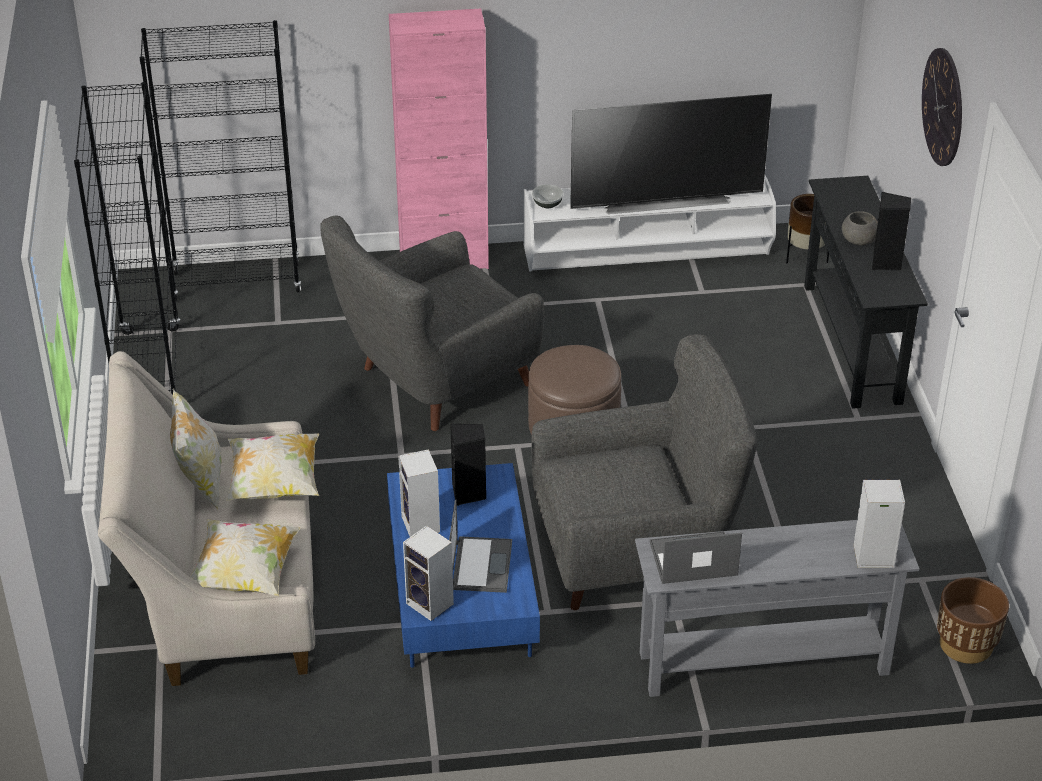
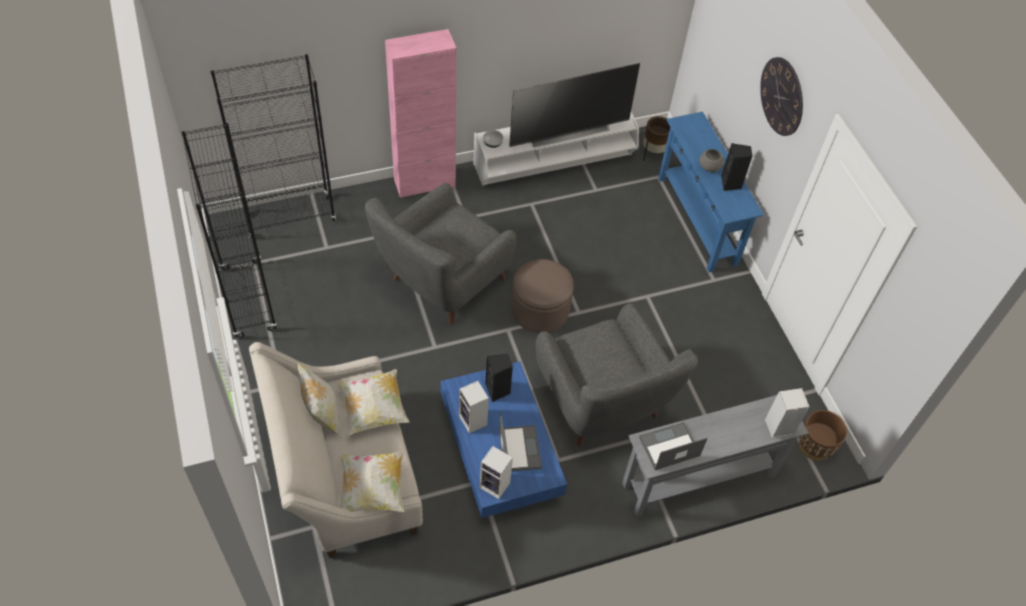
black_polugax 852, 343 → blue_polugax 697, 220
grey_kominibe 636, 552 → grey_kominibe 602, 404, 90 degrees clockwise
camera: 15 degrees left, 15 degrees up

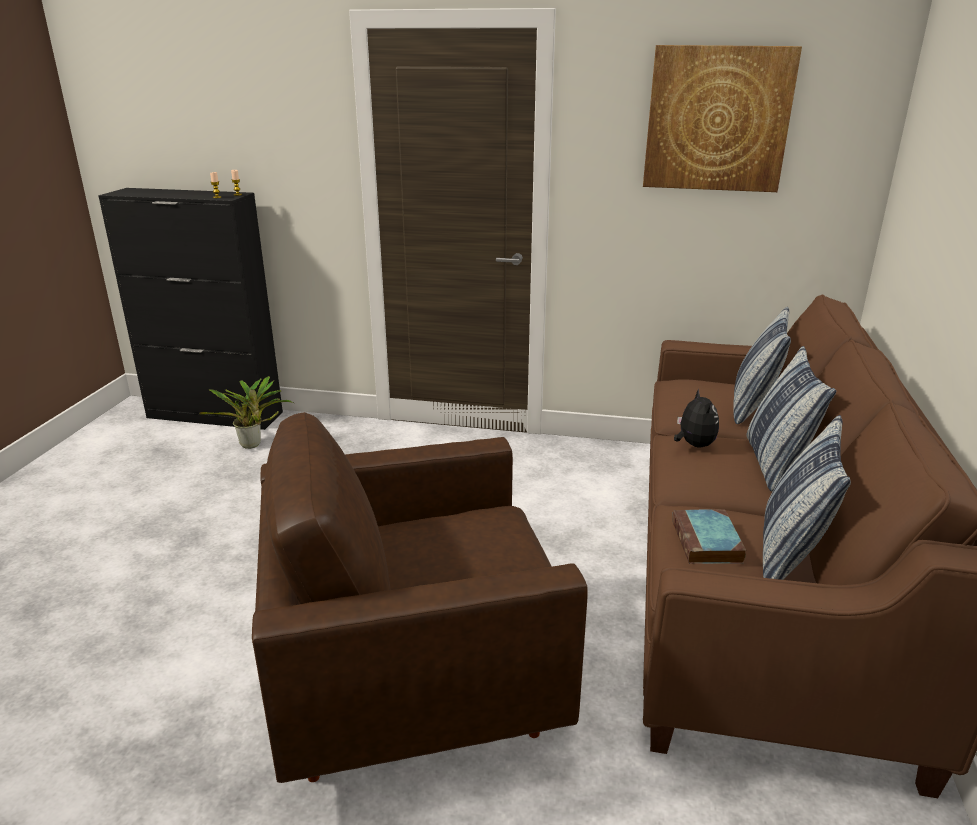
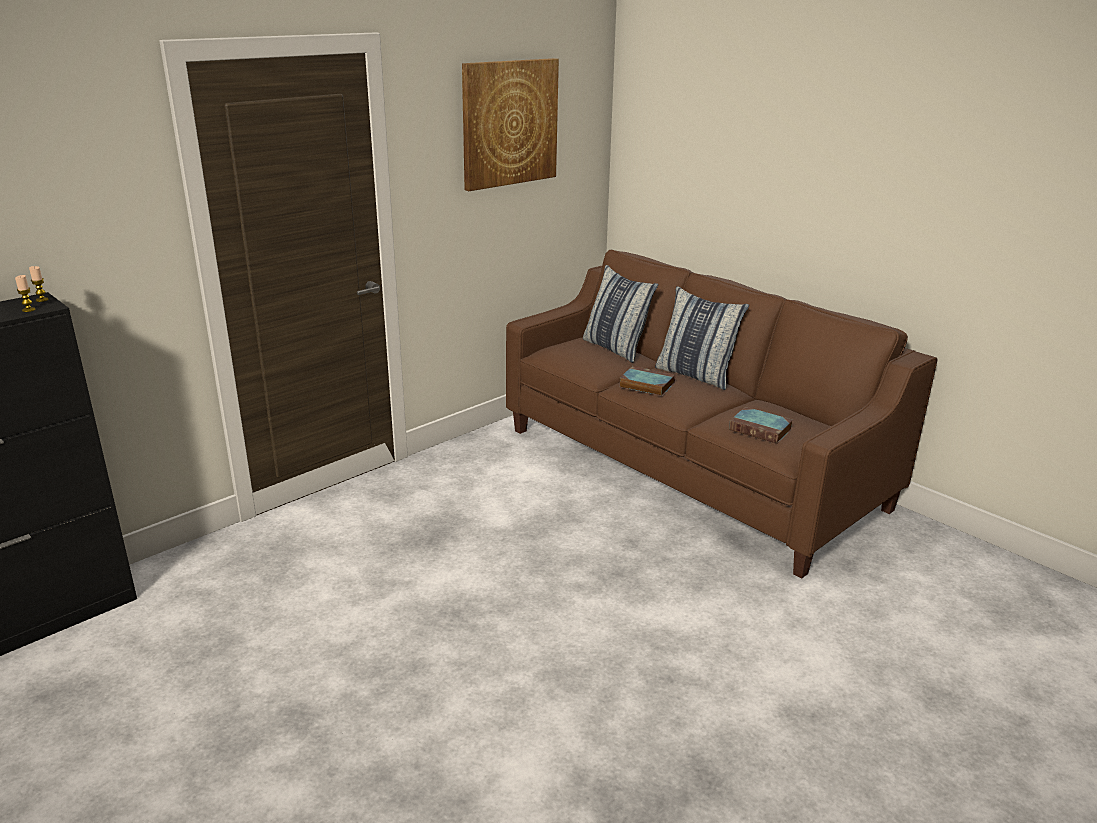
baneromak 253, 445 → -
brown_kominibe 416, 683 → -
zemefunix 790, 554 → -
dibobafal 694, 445 → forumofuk 645, 385
camera: 55 degrees left, 0 degrees up

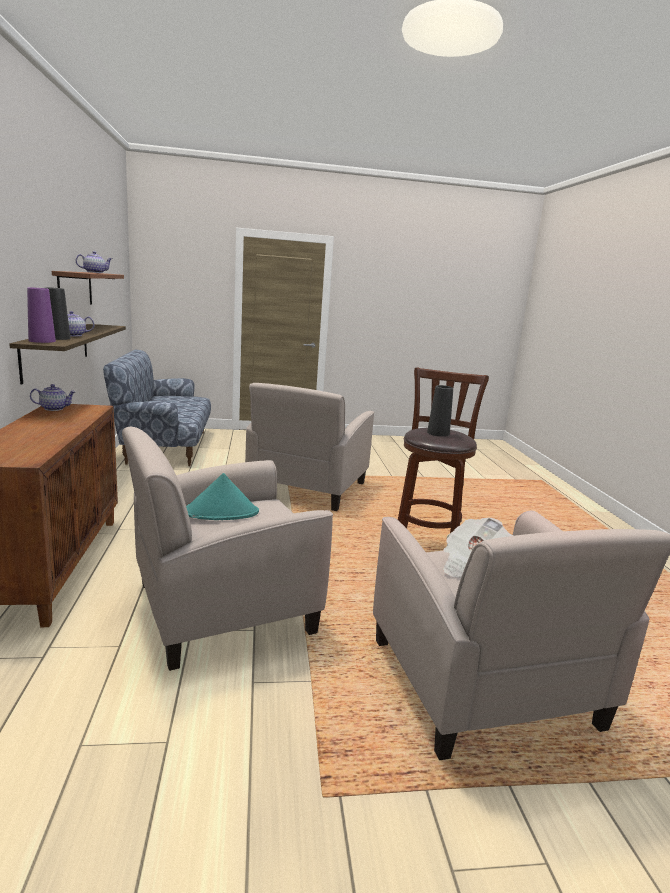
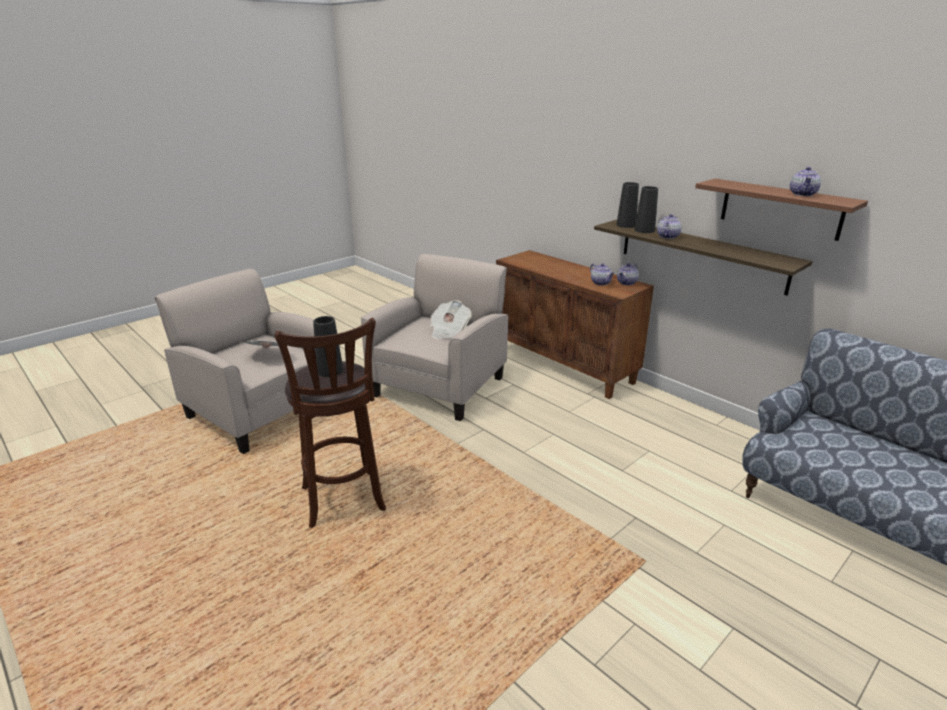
beige_kominibe 308, 489 → -
- → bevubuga 601, 283
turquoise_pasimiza 221, 512 → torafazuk 449, 331
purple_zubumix 42, 341 → black_zubumix 626, 225
camera: 145 degrees right, 10 degrees up

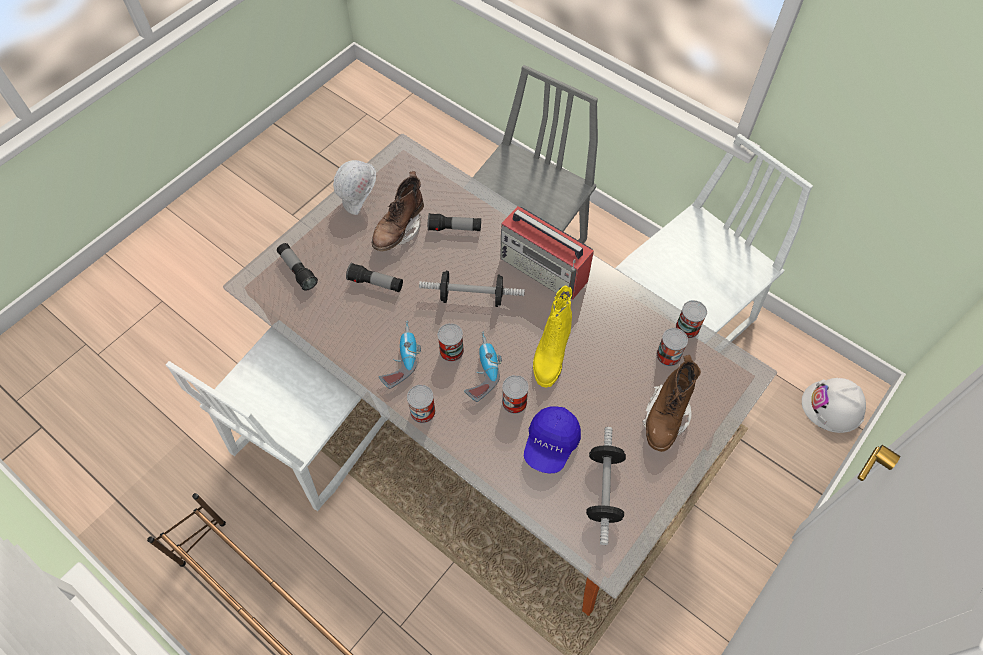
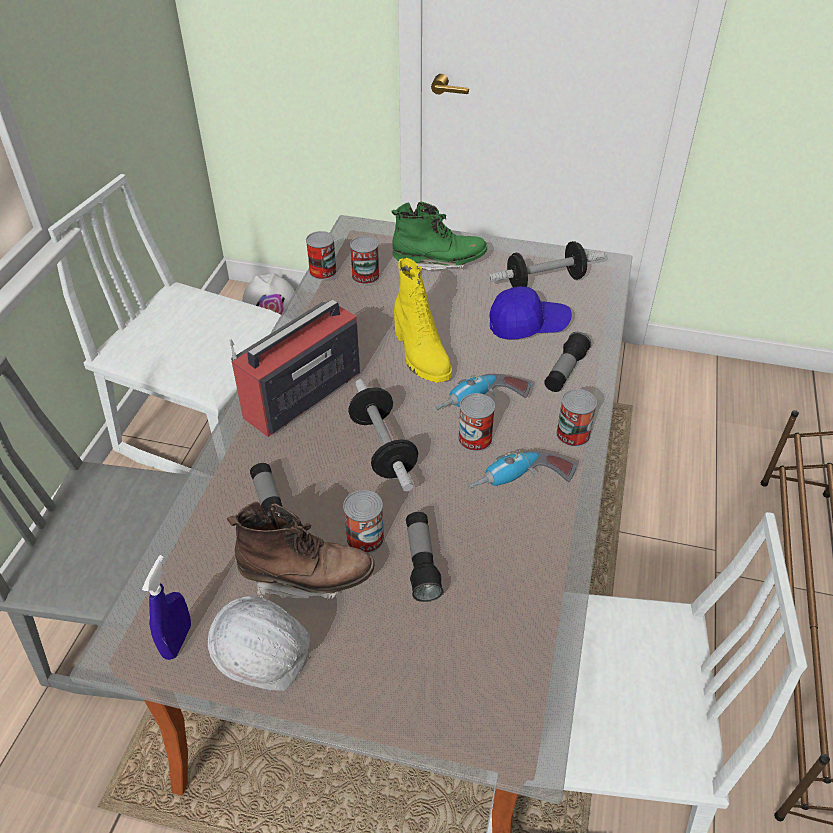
- → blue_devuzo 177, 641
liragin 298, 270 → liragin 565, 371, move
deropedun 514, 402 → deropedun 365, 538, move
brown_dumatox 666, 417 → green_dumatox 438, 263
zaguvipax 544, 269 → zaguvipax 300, 395, 150 degrees counterclockwise
yellow_dumatox 550, 353 → yellow_dumatox 420, 356, 75 degrees clockwise
camera: 115 degrees left, 15 degrees down

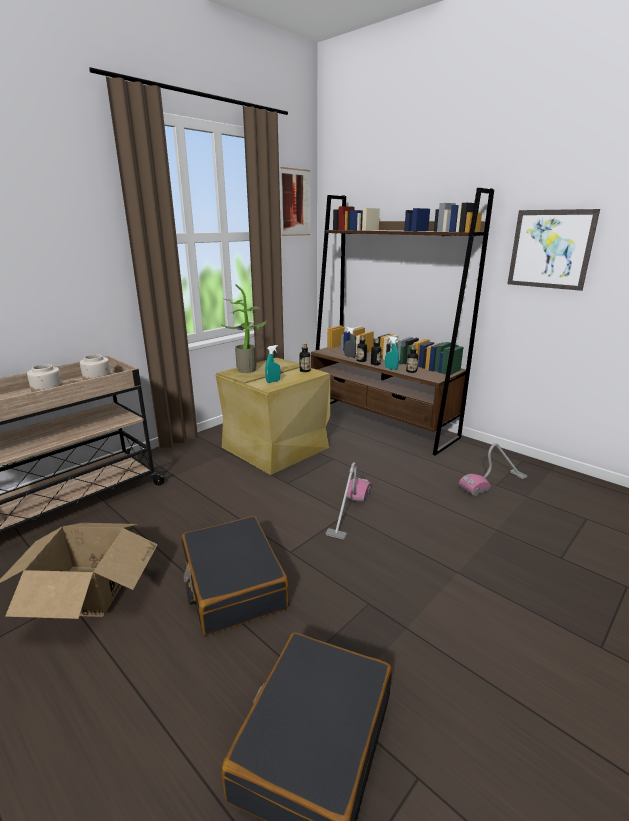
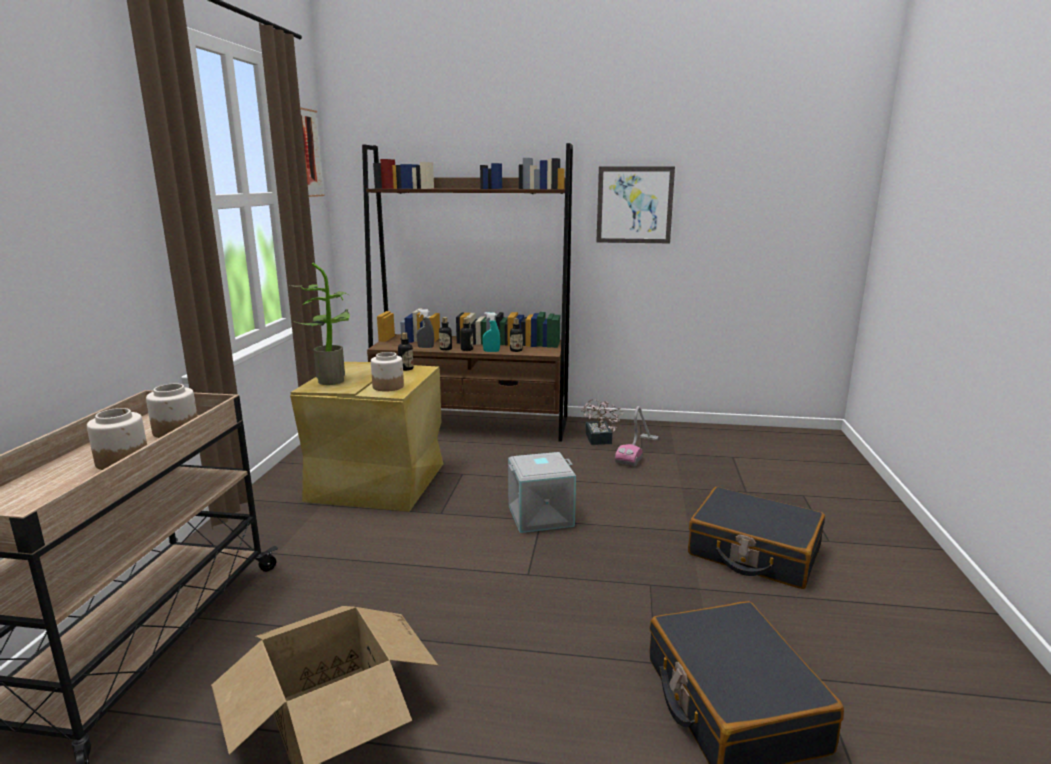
- → baneromak 598, 440
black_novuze 233, 585 → black_novuze 753, 552, move
turquoise_devuzo 273, 381 → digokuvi 388, 386
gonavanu 349, 511 → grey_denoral 540, 517
camera: 35 degrees left, 5 degrees down

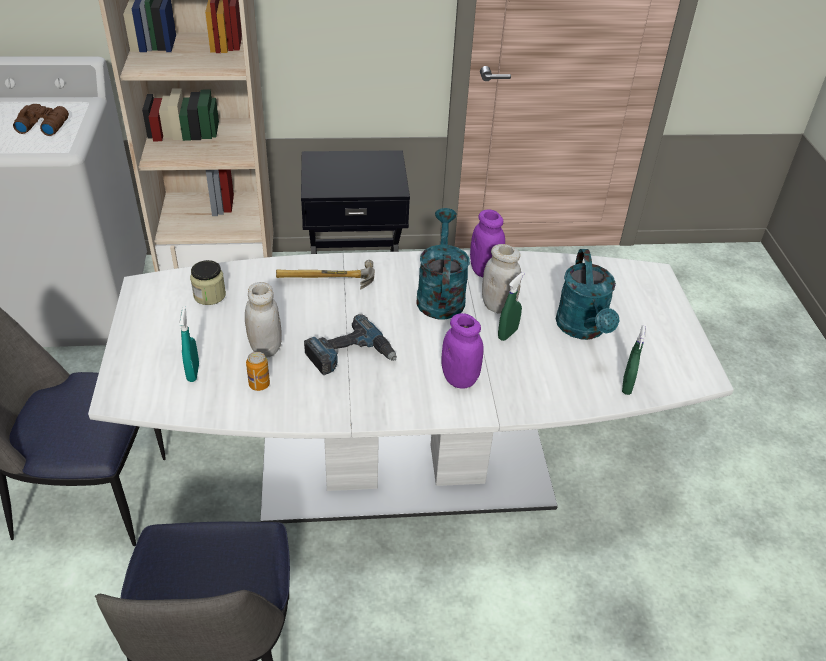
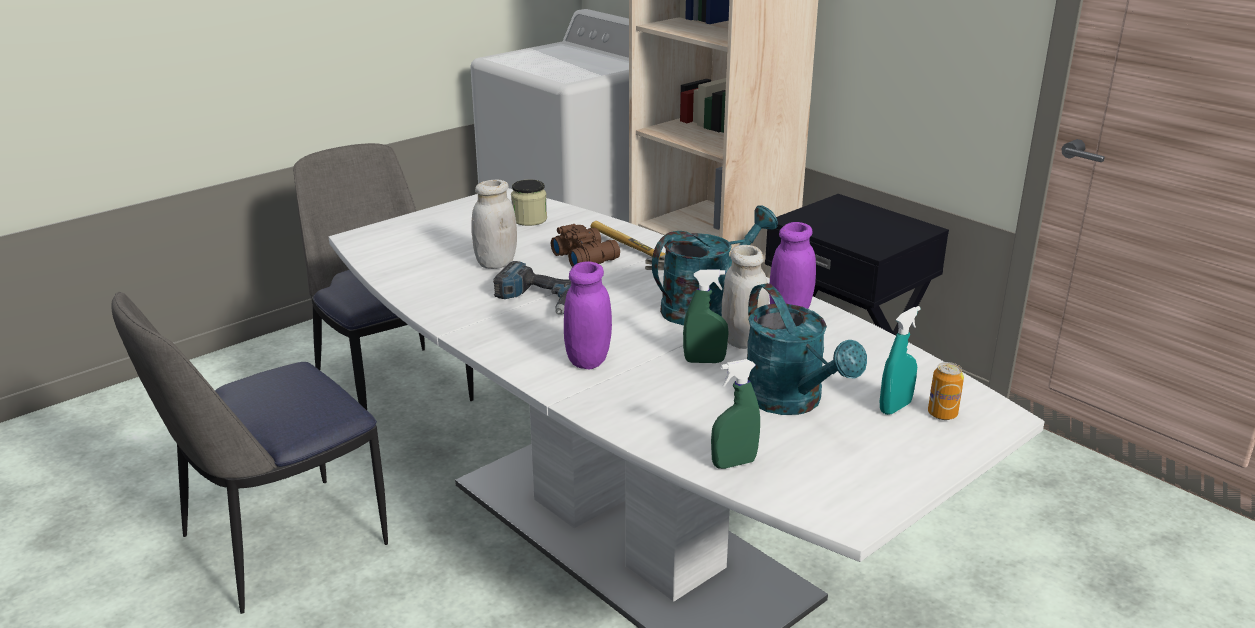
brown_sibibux 42, 126 → brown_sibibux 586, 256, move
turquoise_devuzo 193, 372 → turquoise_devuzo 895, 407, move
deropedun 259, 384 → deropedun 942, 414, move
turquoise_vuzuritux 583, 329 → turquoise_vuzuritux 792, 402, 75 degrees counterclockwise
camera: 55 degrees right, 15 degrees down

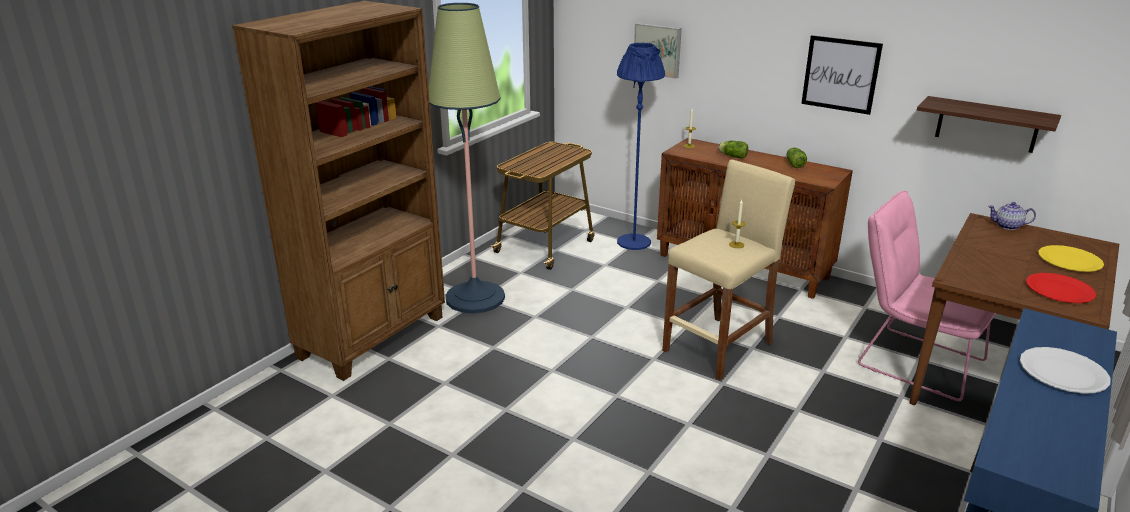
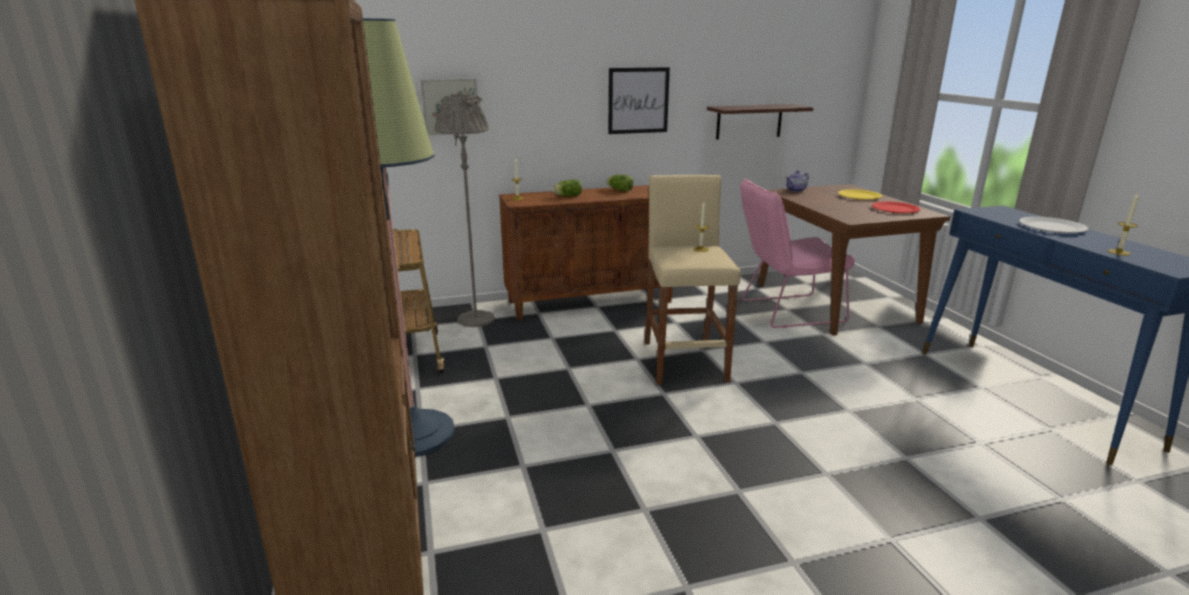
- → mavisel 1119, 252
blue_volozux 634, 242 → grey_volozux 476, 319
camera: 50 degrees left, 5 degrees down

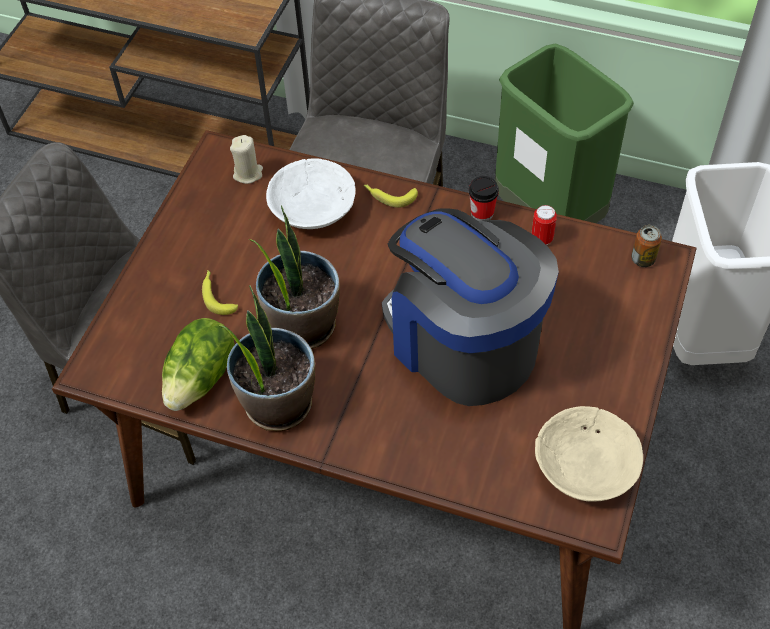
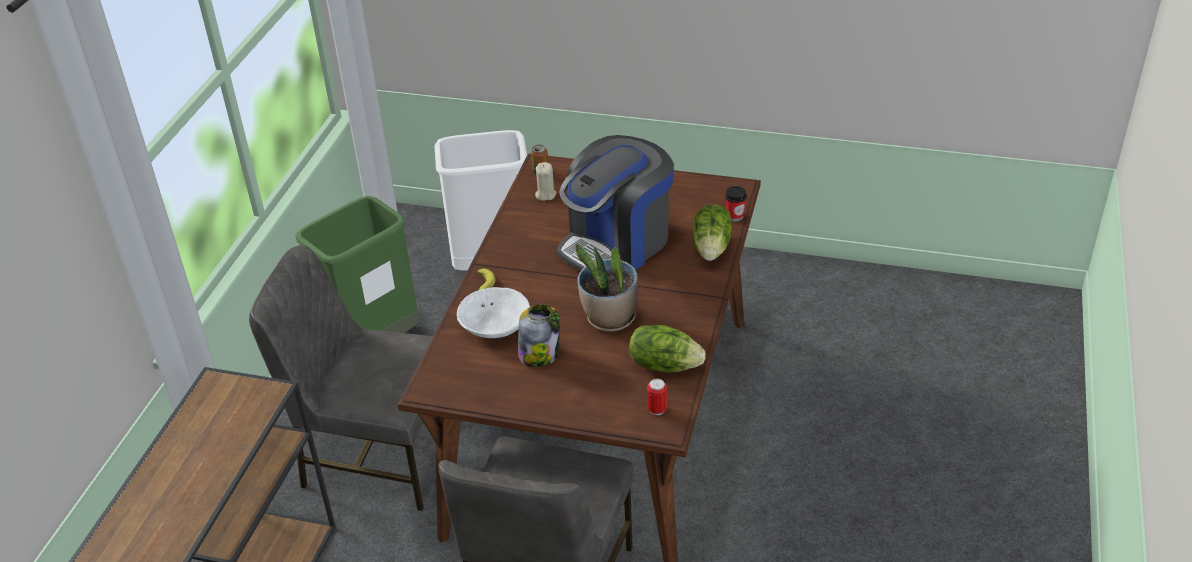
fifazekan 217, 295 → -
baneromak 277, 403 → -
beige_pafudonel 586, 467 → -
- → digokuvi 539, 354
- → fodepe 712, 248
beige_mavisel 248, 173 → beige_mavisel 545, 194, move
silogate 482, 213 → silogate 735, 216, move
deropedun 542, 239 → deropedun 657, 409, move
camera: 95 degrees left, 15 degrees down

